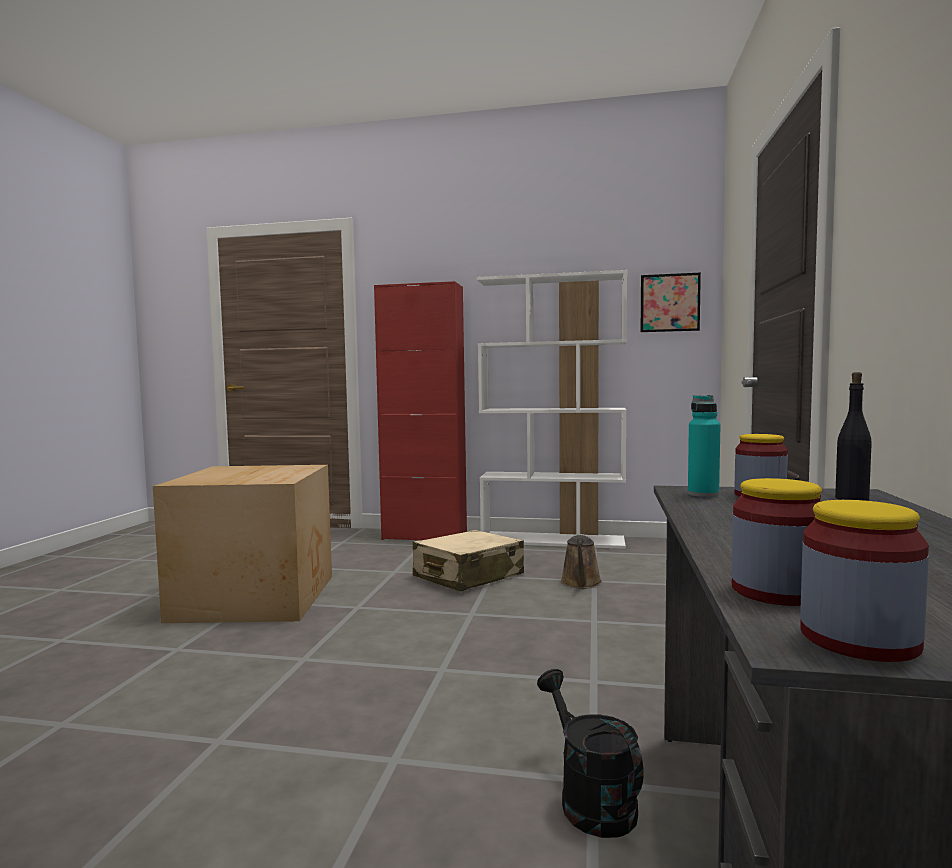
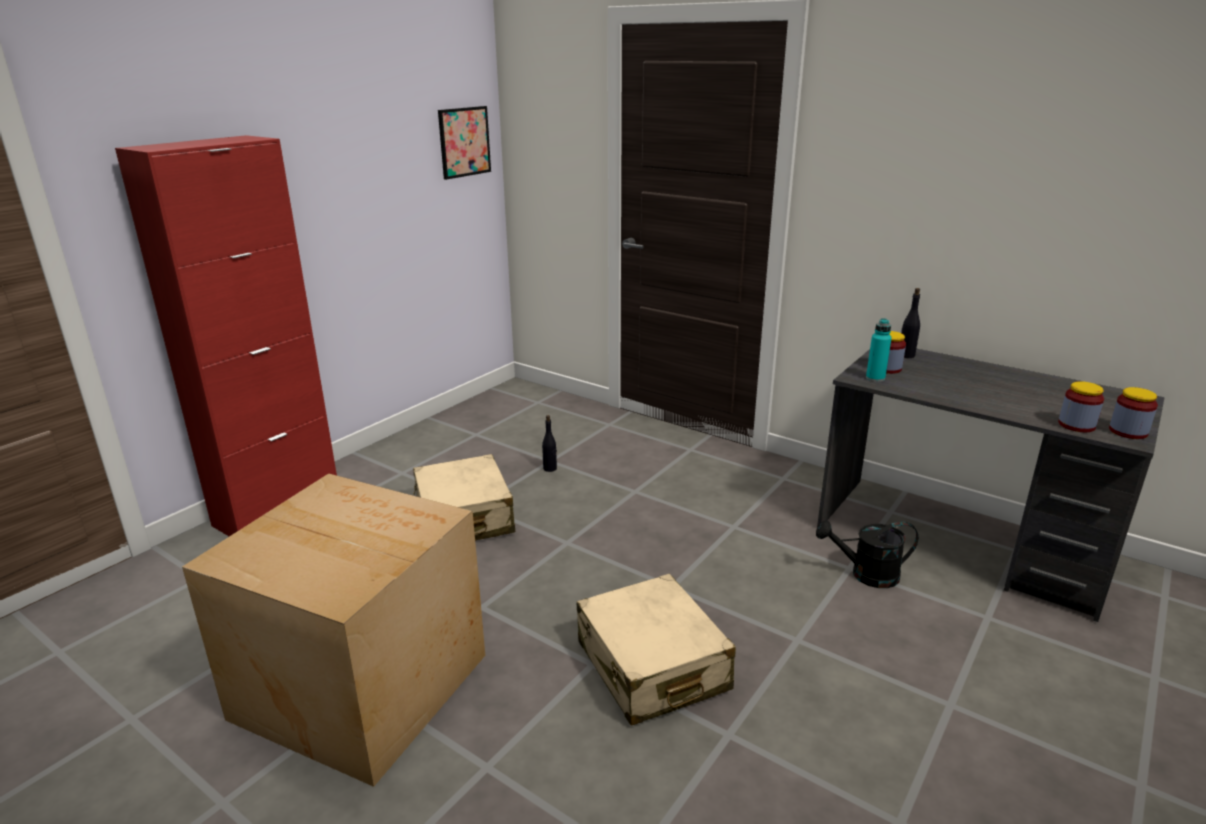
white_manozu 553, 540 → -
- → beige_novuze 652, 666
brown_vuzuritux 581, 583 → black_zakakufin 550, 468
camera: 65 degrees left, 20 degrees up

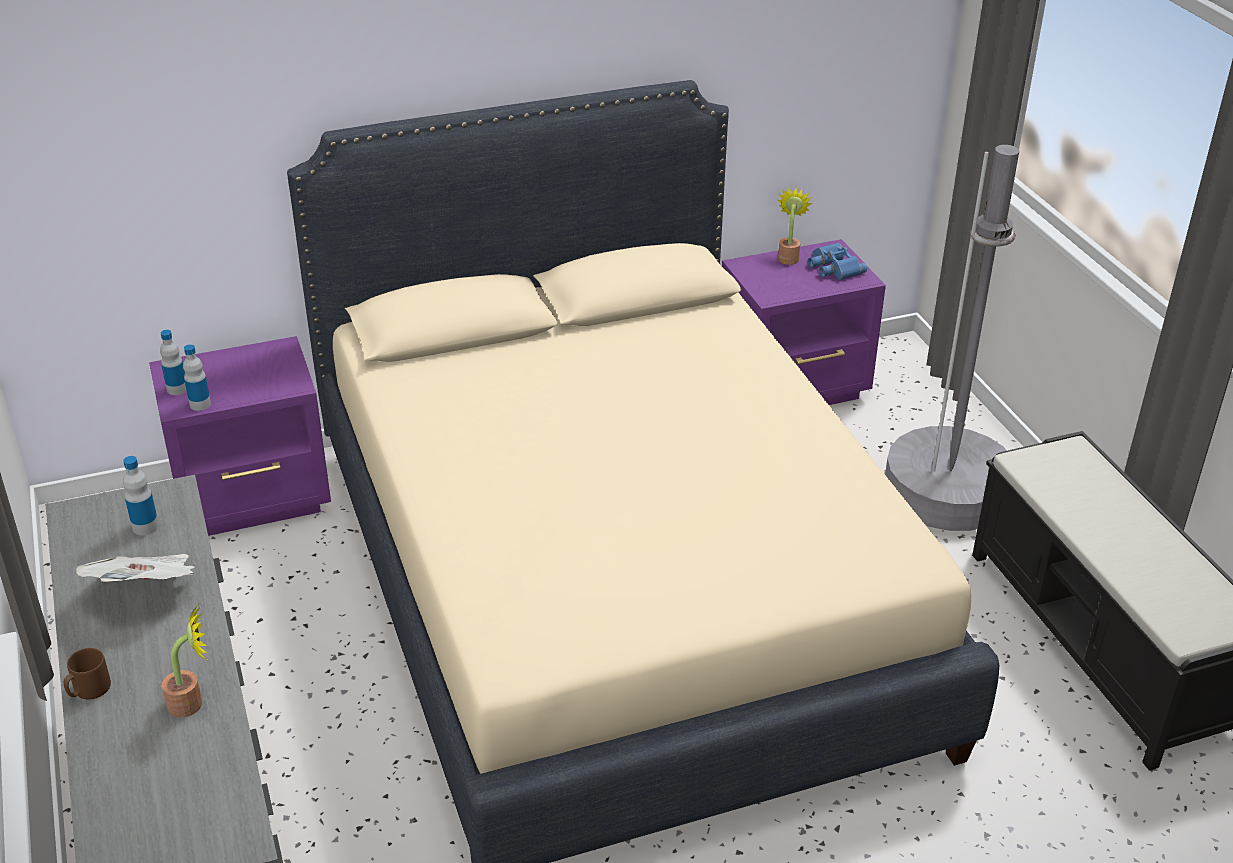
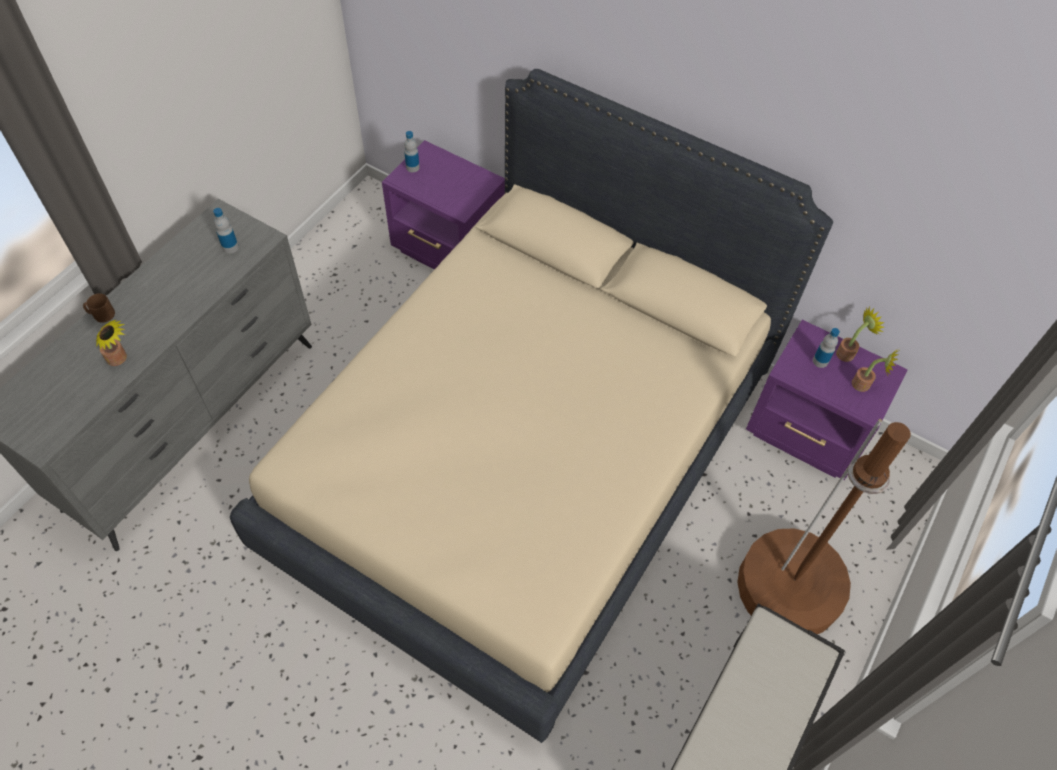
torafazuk 147, 590 → -
zakakufin 200, 404 → zakakufin 820, 361, move
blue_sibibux 833, 267 → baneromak 864, 385
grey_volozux 947, 491 → brown_volozux 789, 588
camera: 50 degrees right, 20 degrees up

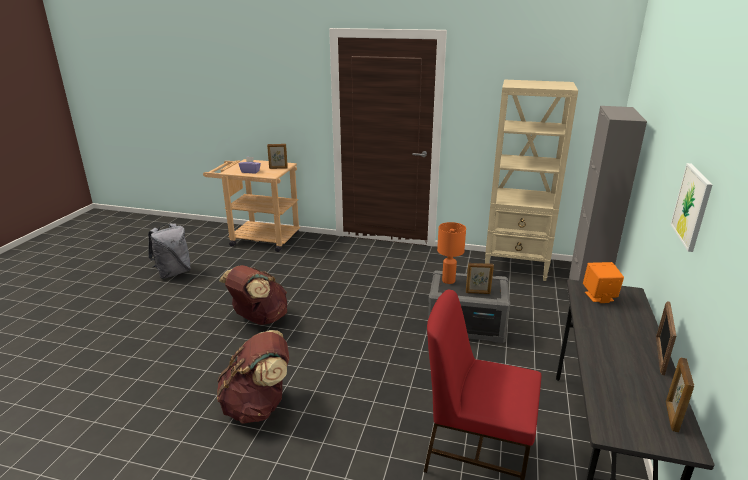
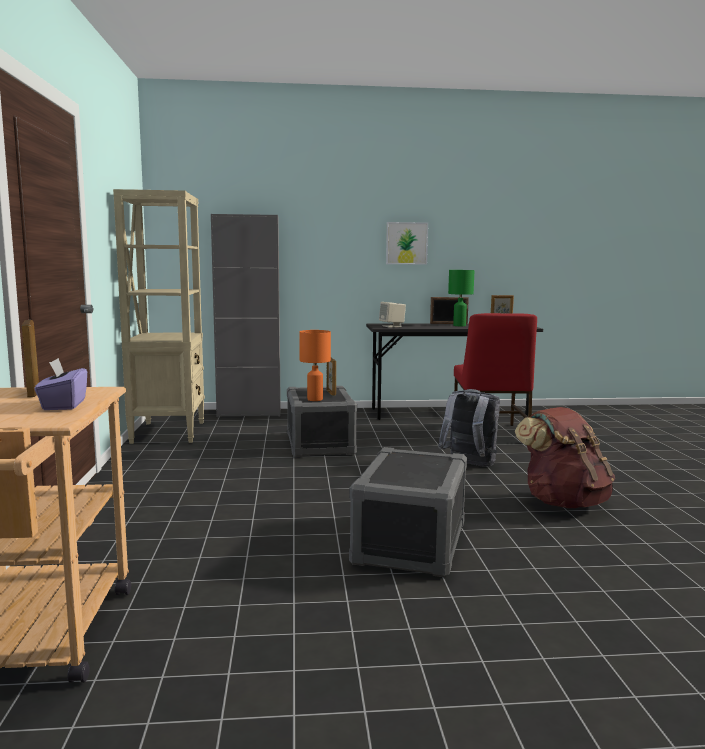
- → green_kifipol 459, 325
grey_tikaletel 173, 273 → grey_tikaletel 469, 465, move
brown_tikaletel 259, 319 → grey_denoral 411, 543
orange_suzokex 599, 297 → beige_suzokex 392, 326
camera: 110 degrees left, 15 degrees down

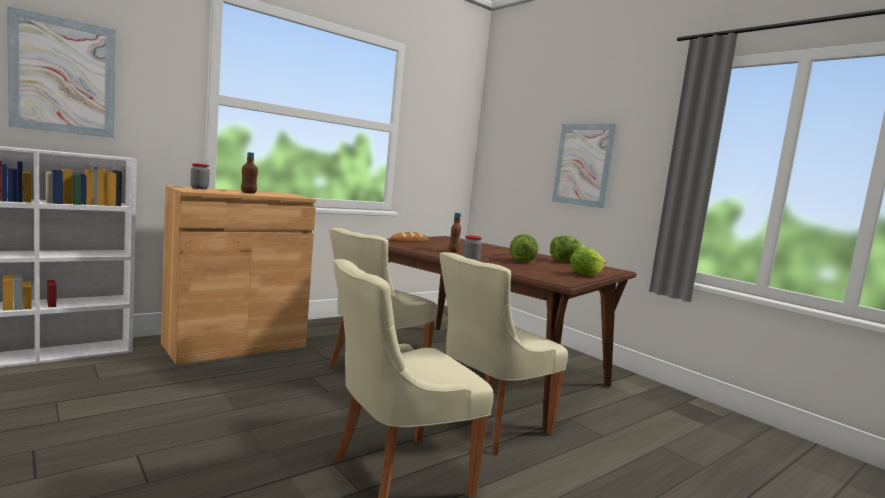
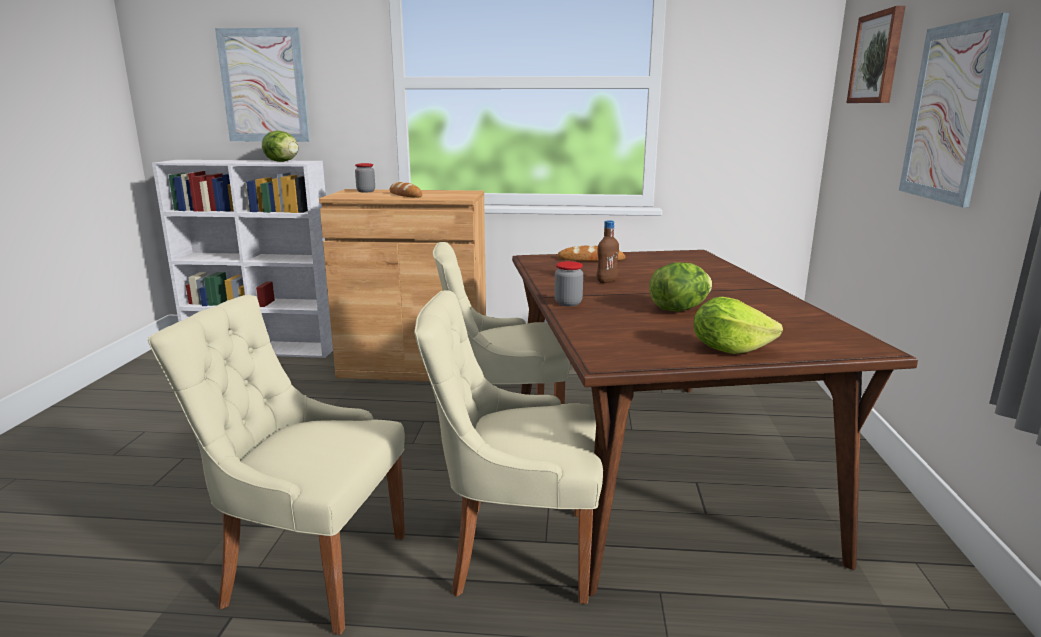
- → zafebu 877, 58
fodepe 565, 261 → fodepe 282, 161, move
brown_zakakufin 248, 193 → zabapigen 405, 195
camera: 45 degrees right, 10 degrees up

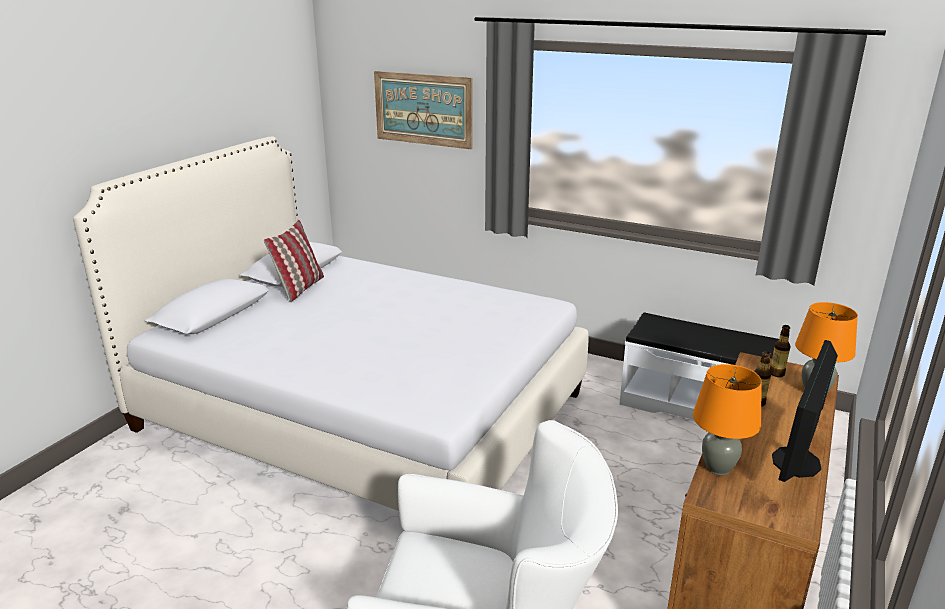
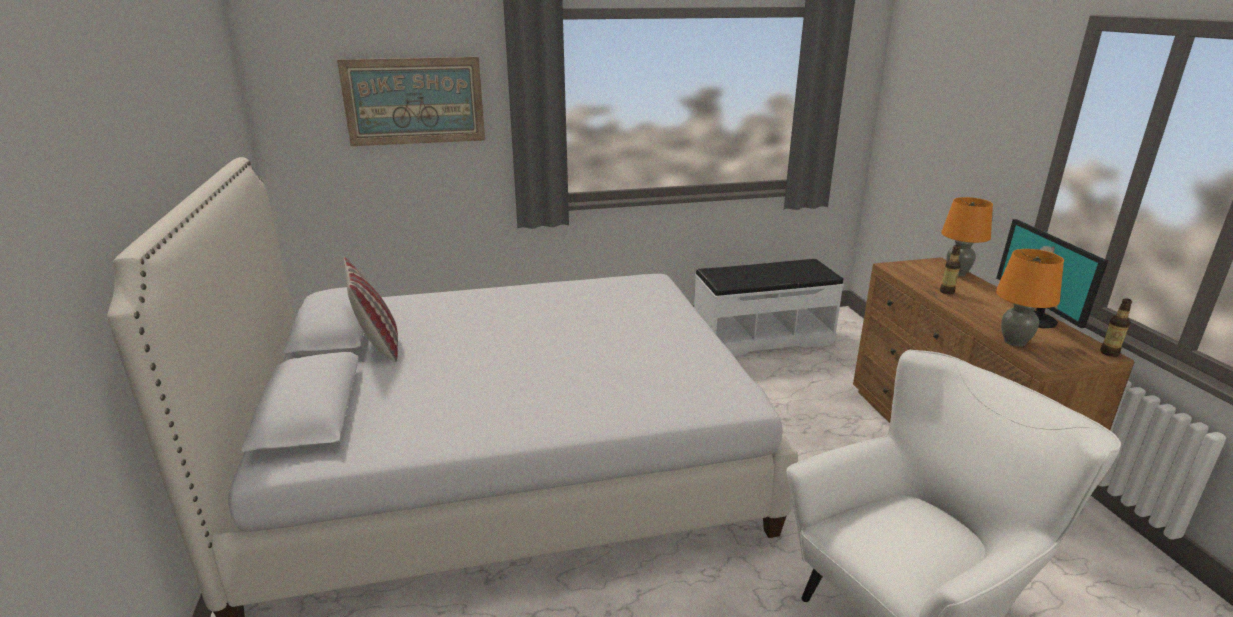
zakakufin 776, 374 → zakakufin 1109, 353, move
camera: 40 degrees left, 0 degrees up

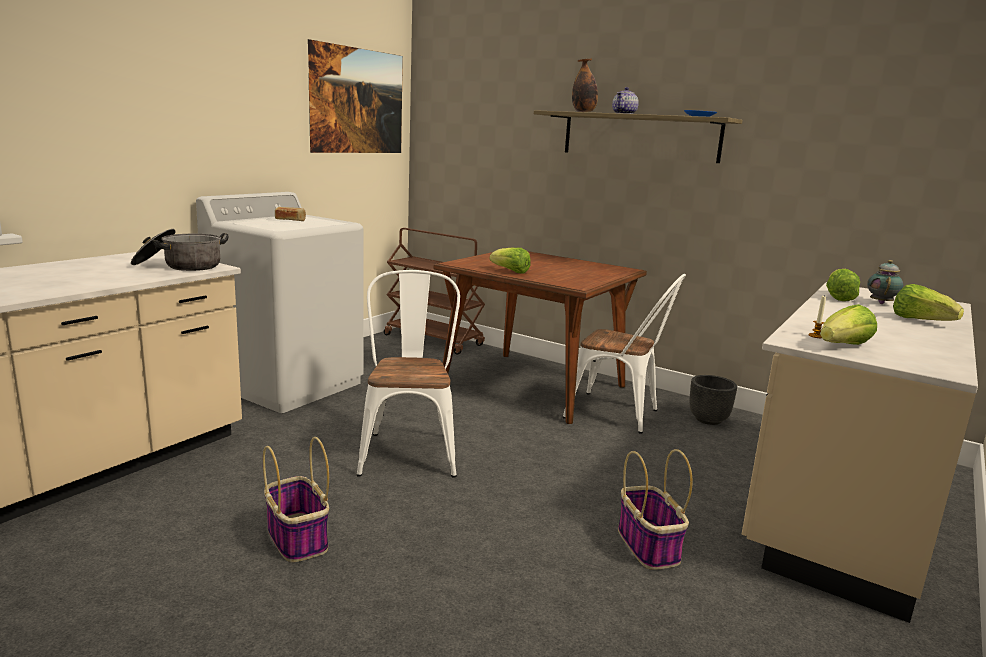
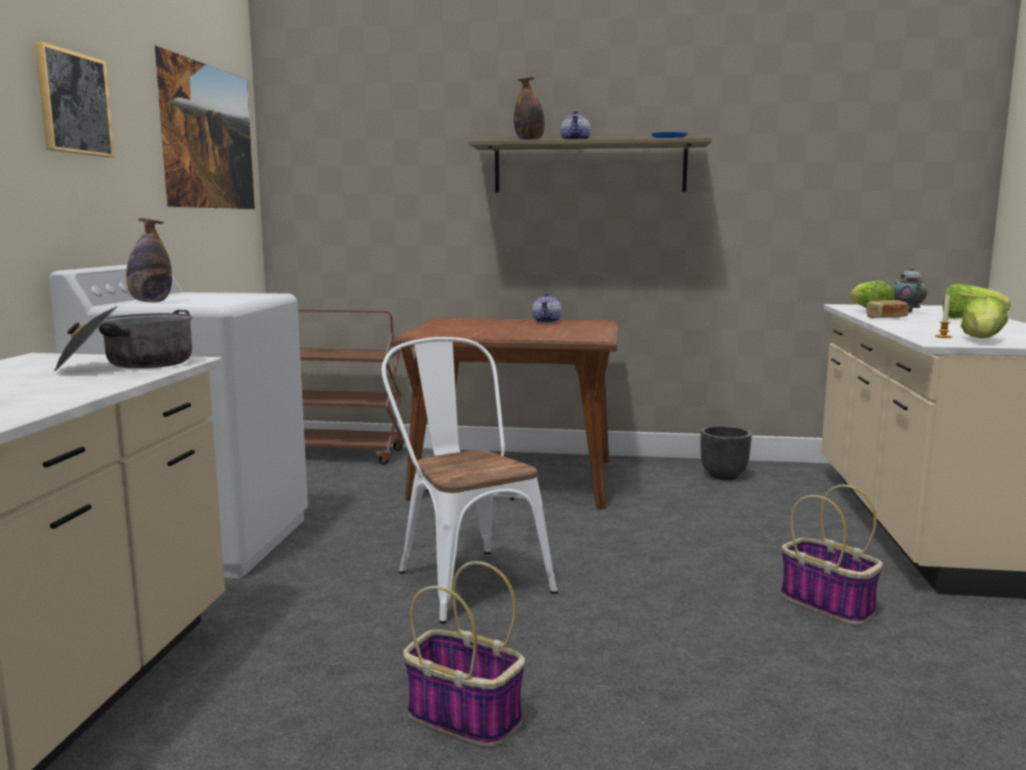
fodepe 510, 271 → -
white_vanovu 619, 414 → -
- → zafebu 74, 103
- → zakakufin 150, 302
- → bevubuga 547, 322
zabapigen 290, 220 → zabapigen 885, 318, move
camera: 25 degrees left, 5 degrees down

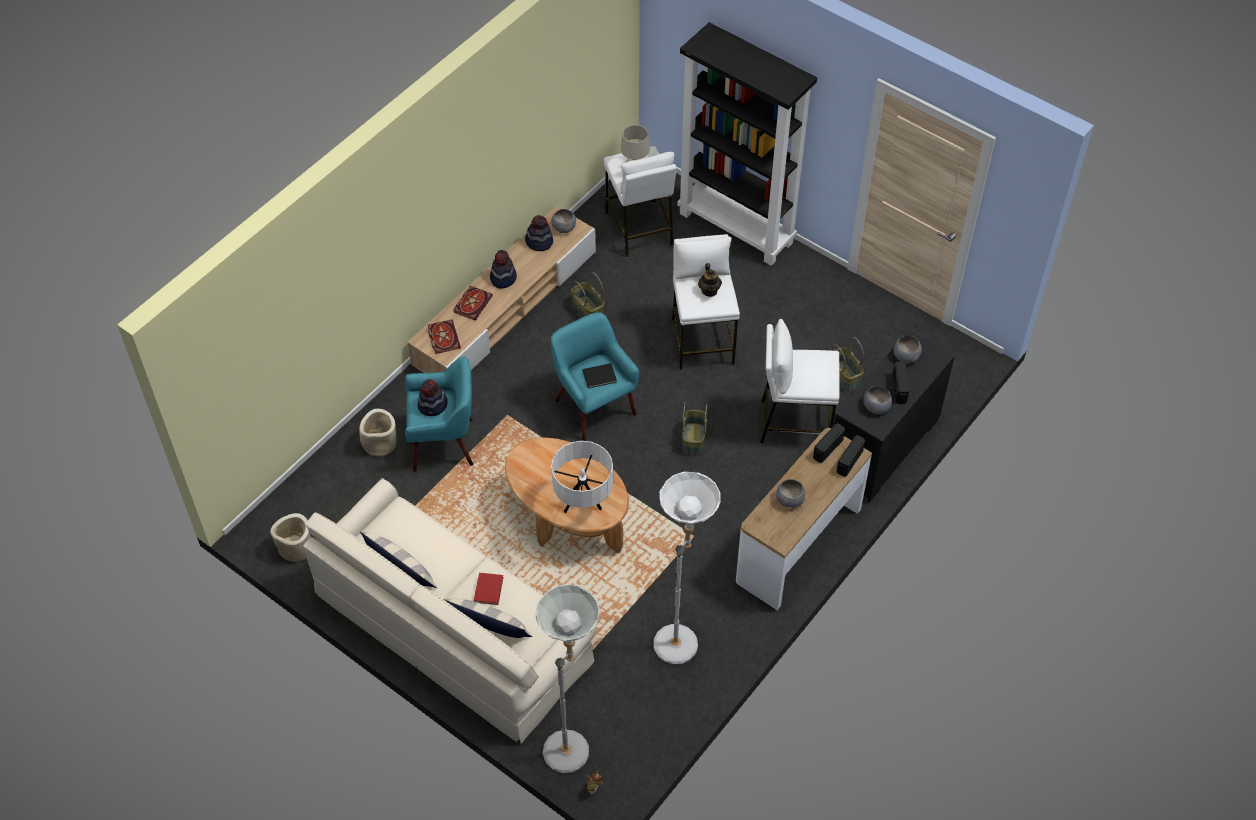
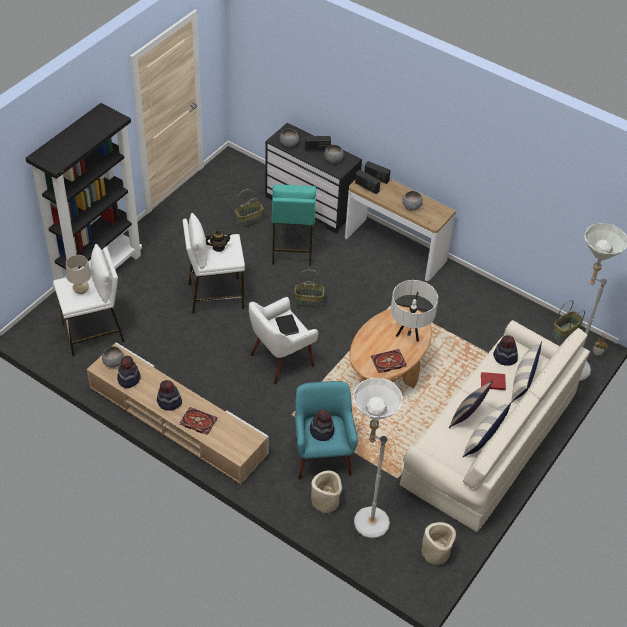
- → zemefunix 467, 416
- → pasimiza 504, 357
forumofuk 443, 337 → forumofuk 388, 362, move
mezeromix 587, 310 → mezeromix 565, 332, move
white_volozux 680, 637 → white_volozux 364, 519, move
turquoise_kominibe 594, 406 → white_kominibe 281, 359
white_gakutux 794, 423 → turquoise_gakutux 292, 247
camera: 95 degrees left, 5 degrees down

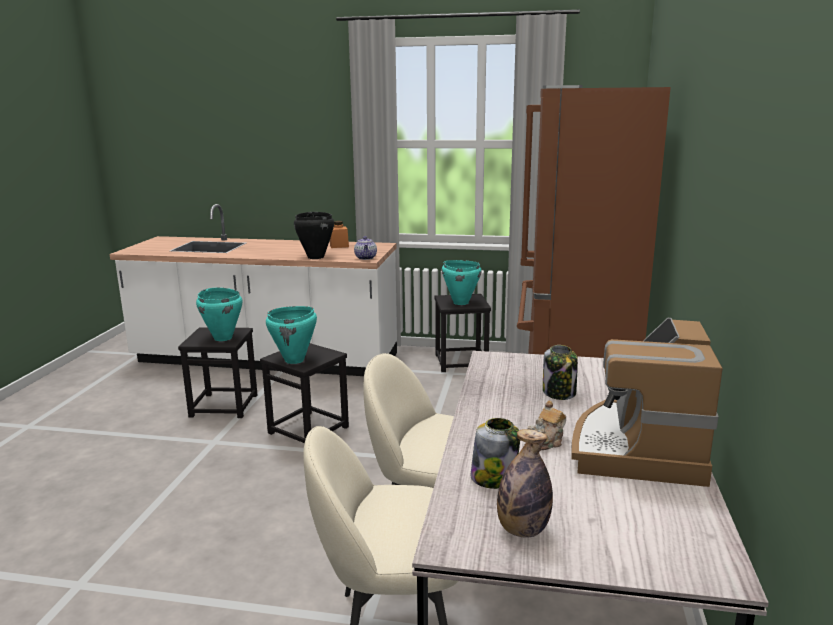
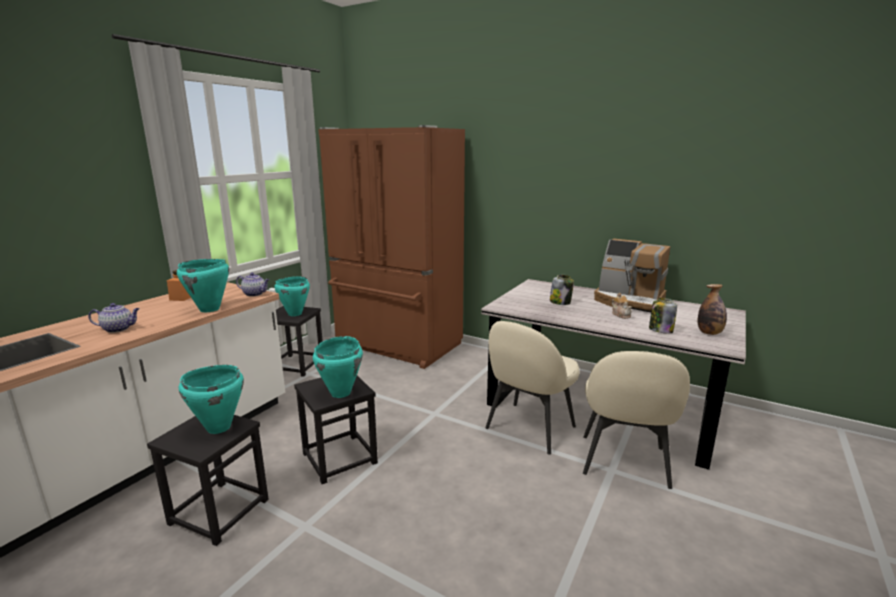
- → bevubuga 119, 329
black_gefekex 315, 257 → turquoise_gefekex 210, 309
camera: 70 degrees left, 0 degrees up

